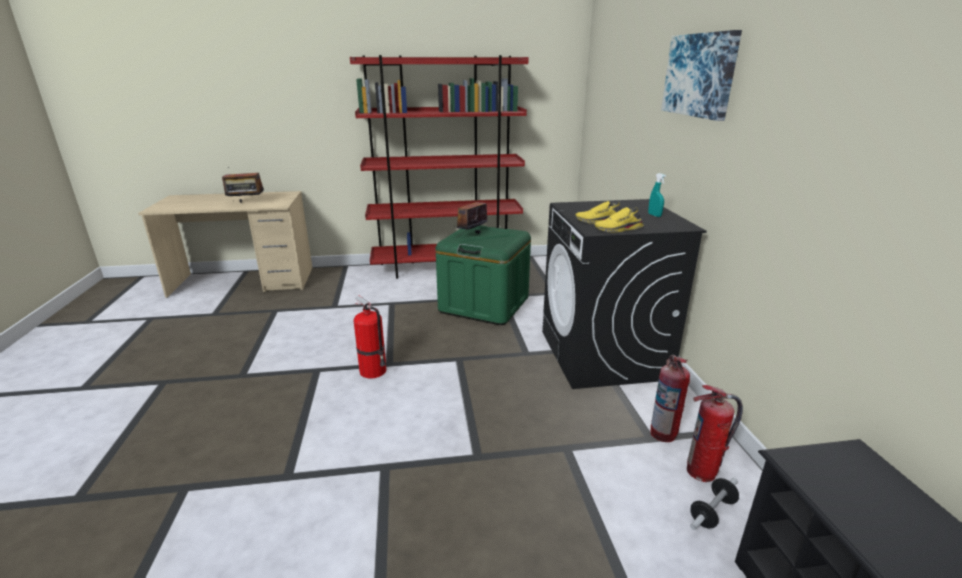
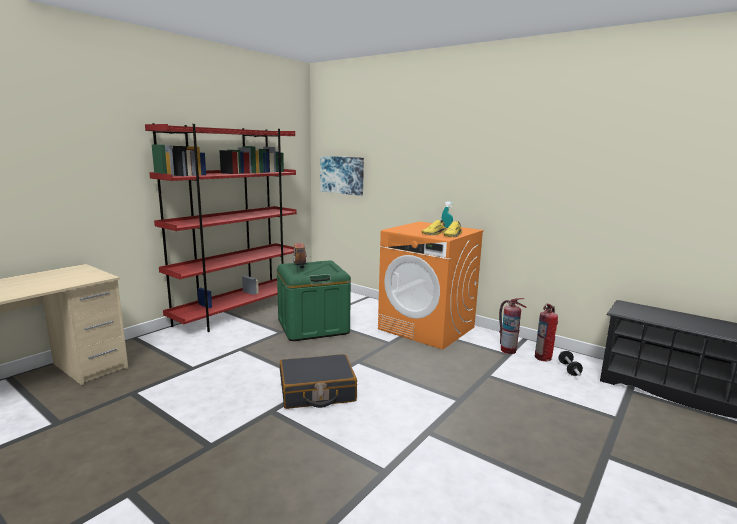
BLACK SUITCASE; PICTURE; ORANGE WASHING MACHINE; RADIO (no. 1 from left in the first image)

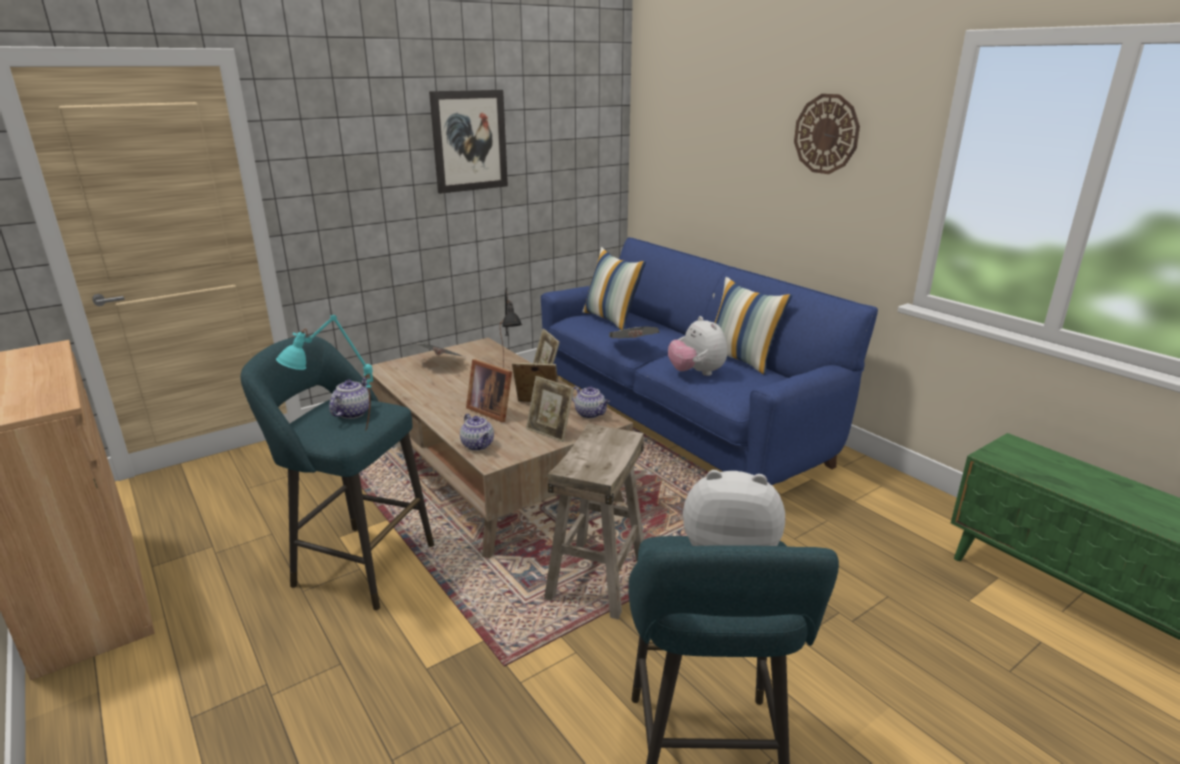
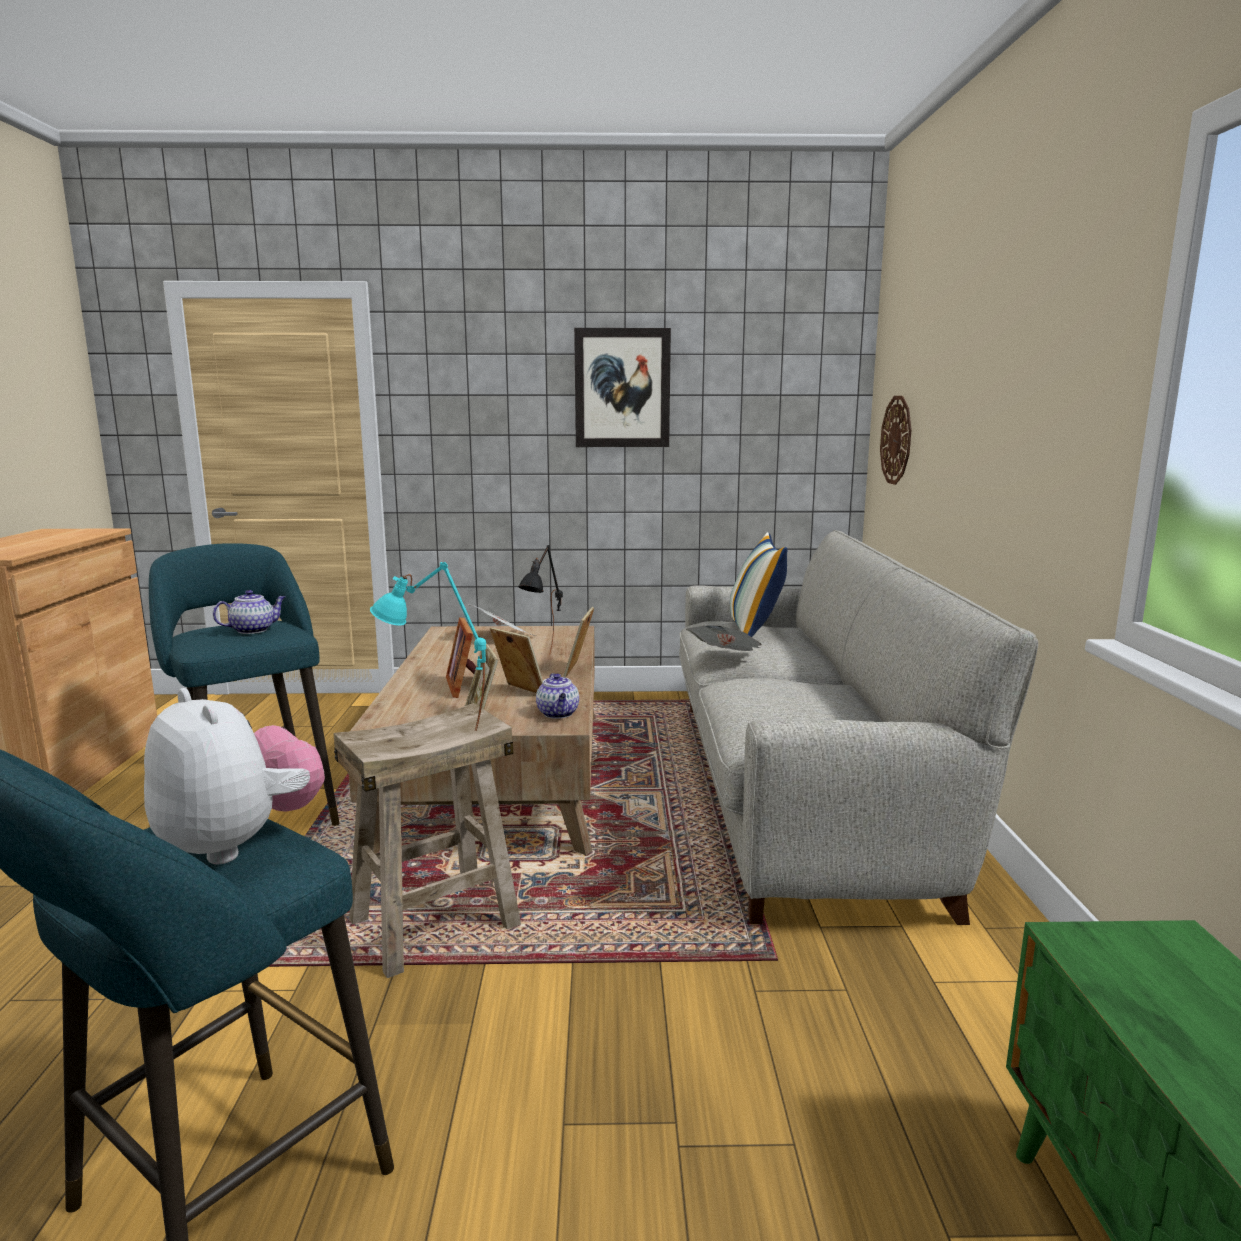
TURQUOISE TABLE LAMP; GREY SOFA; WALL CLOCK; TEAPOT (no. 2 from left in the first image); PLUSH TOY (no. 1 from left in the first image); PILLOW (no. 2 from left in the first image)

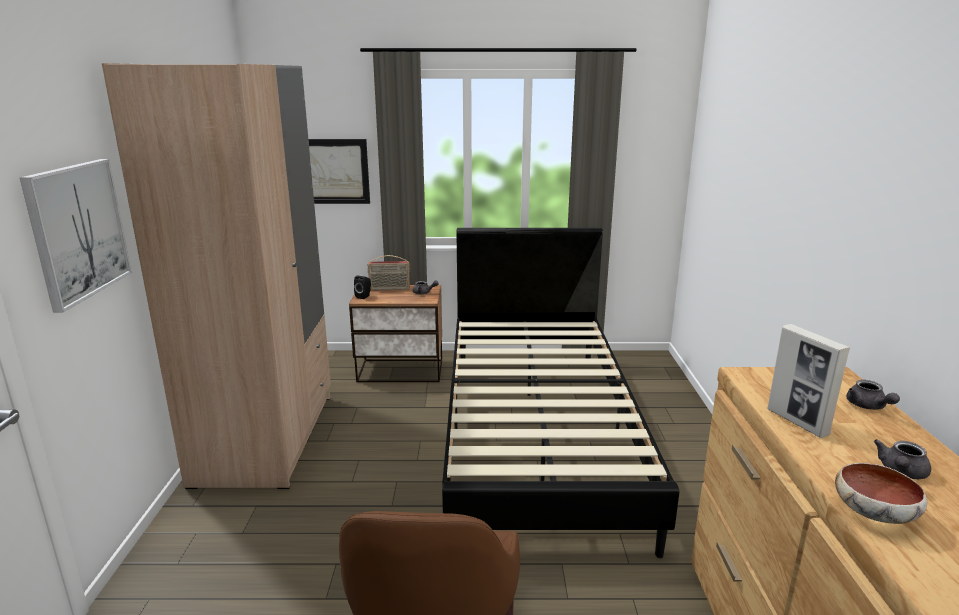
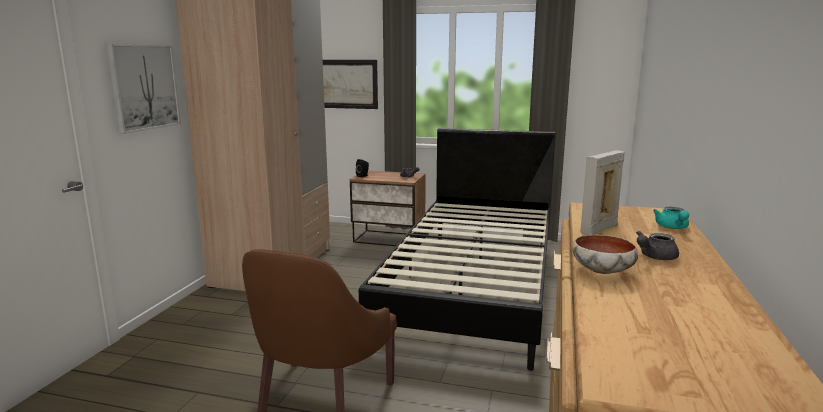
PICTURE FRAME; TURQUOISE TEAPOT; RADIO

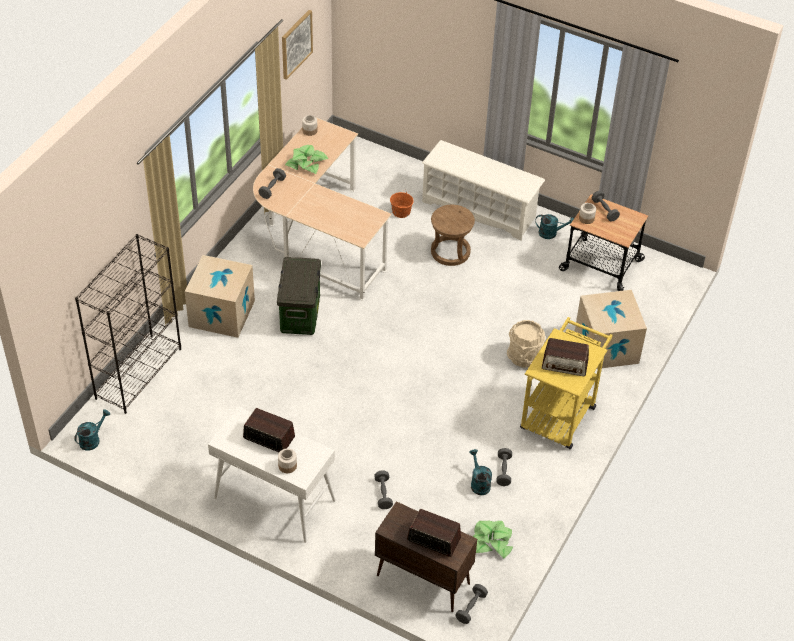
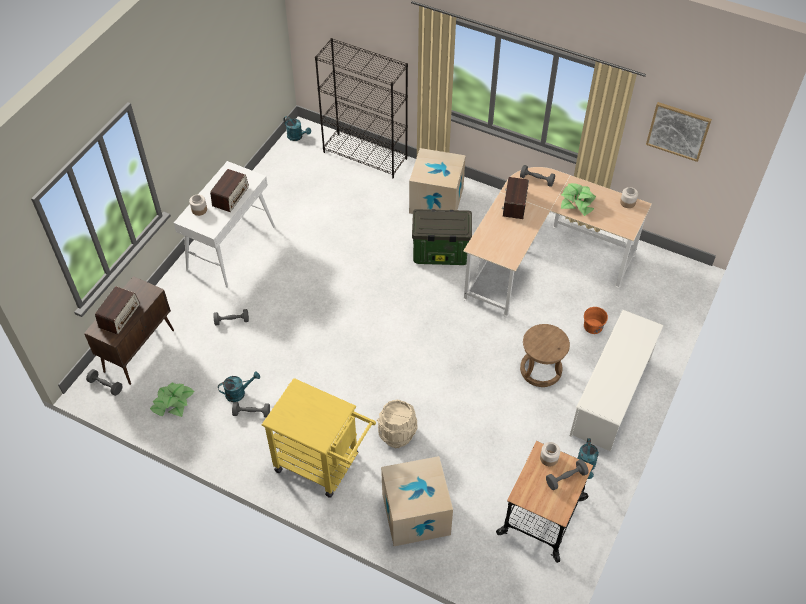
RADIO (no. 3 from left)

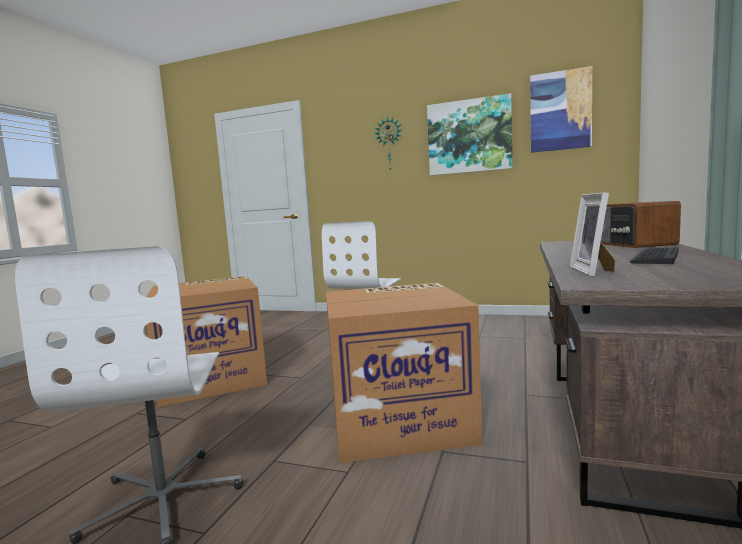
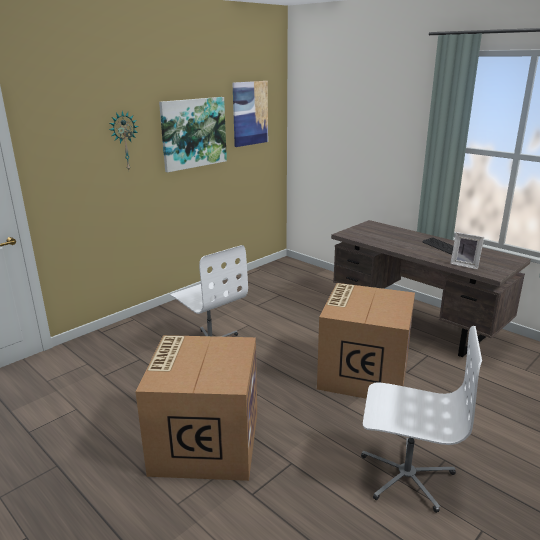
RADIO

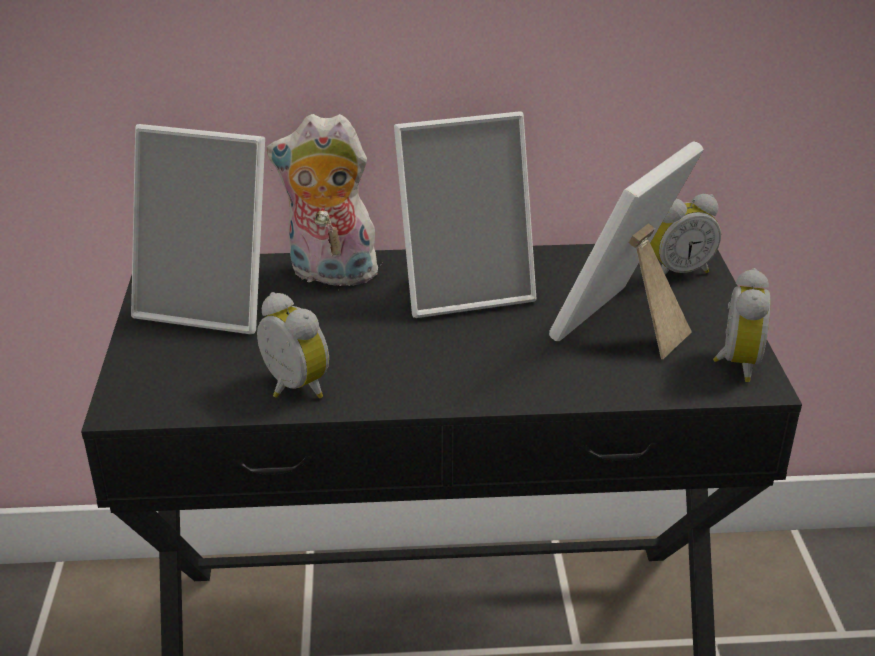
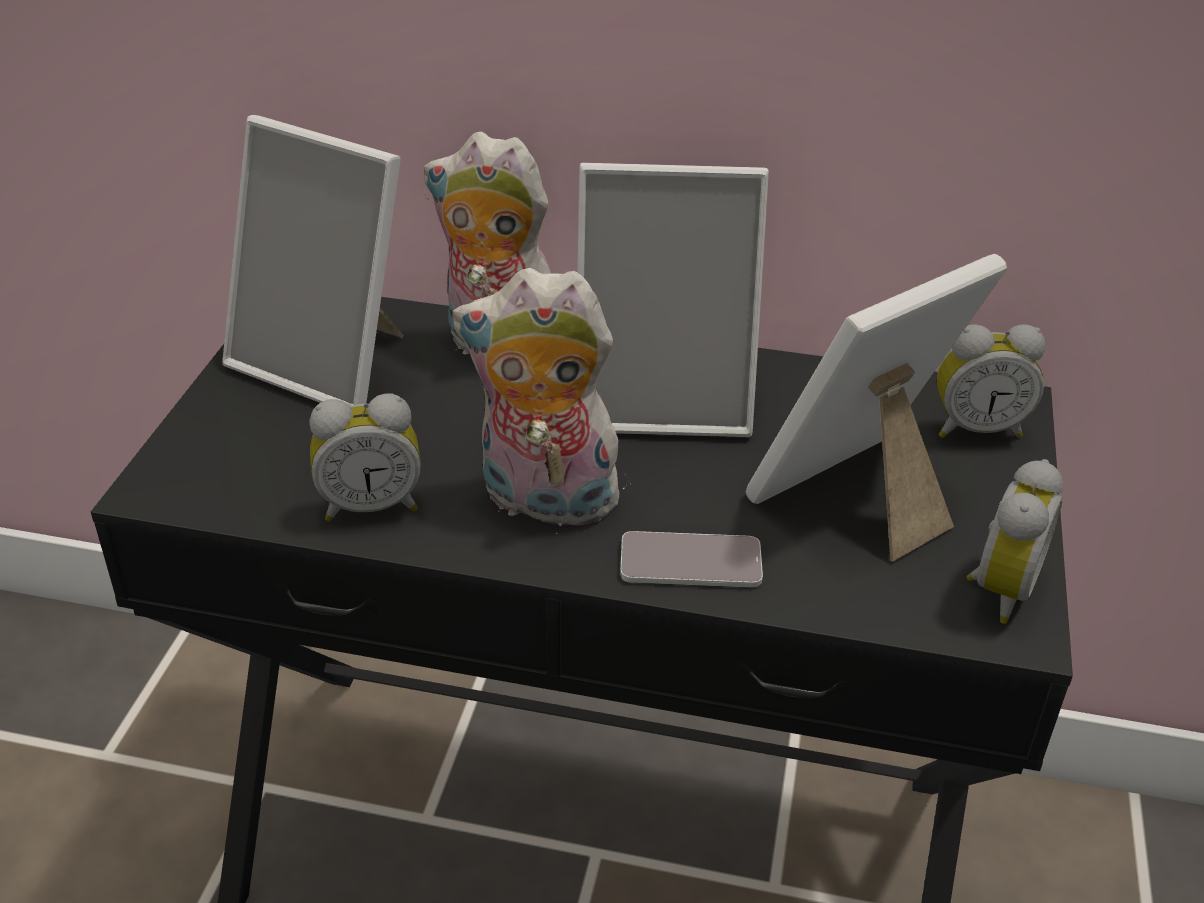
ALARM CLOCK (no. 1 from left); PLUSH TOY (no. 2 from left); PHONE

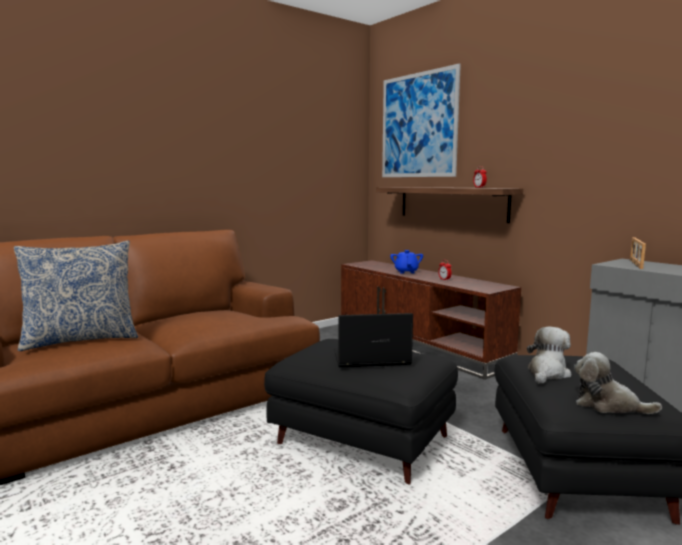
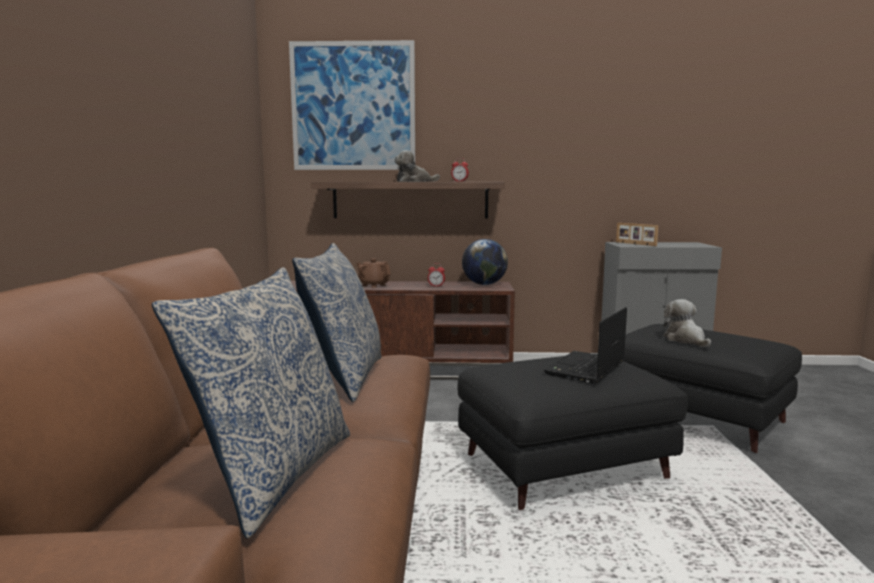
PILLOW (no. 2 from left); BROWN TEAPOT; PLUSH TOY (no. 1 from left); GLOBE

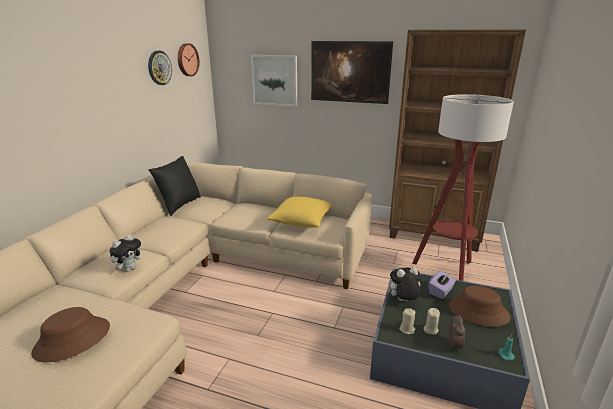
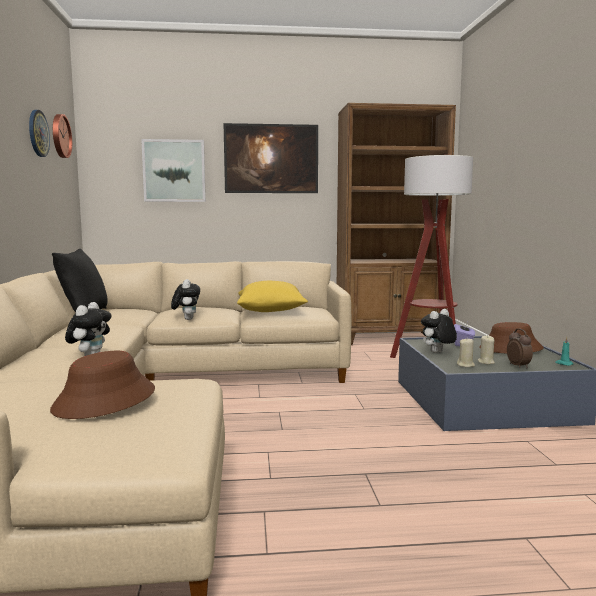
PLUSH TOY (no. 2 from left)

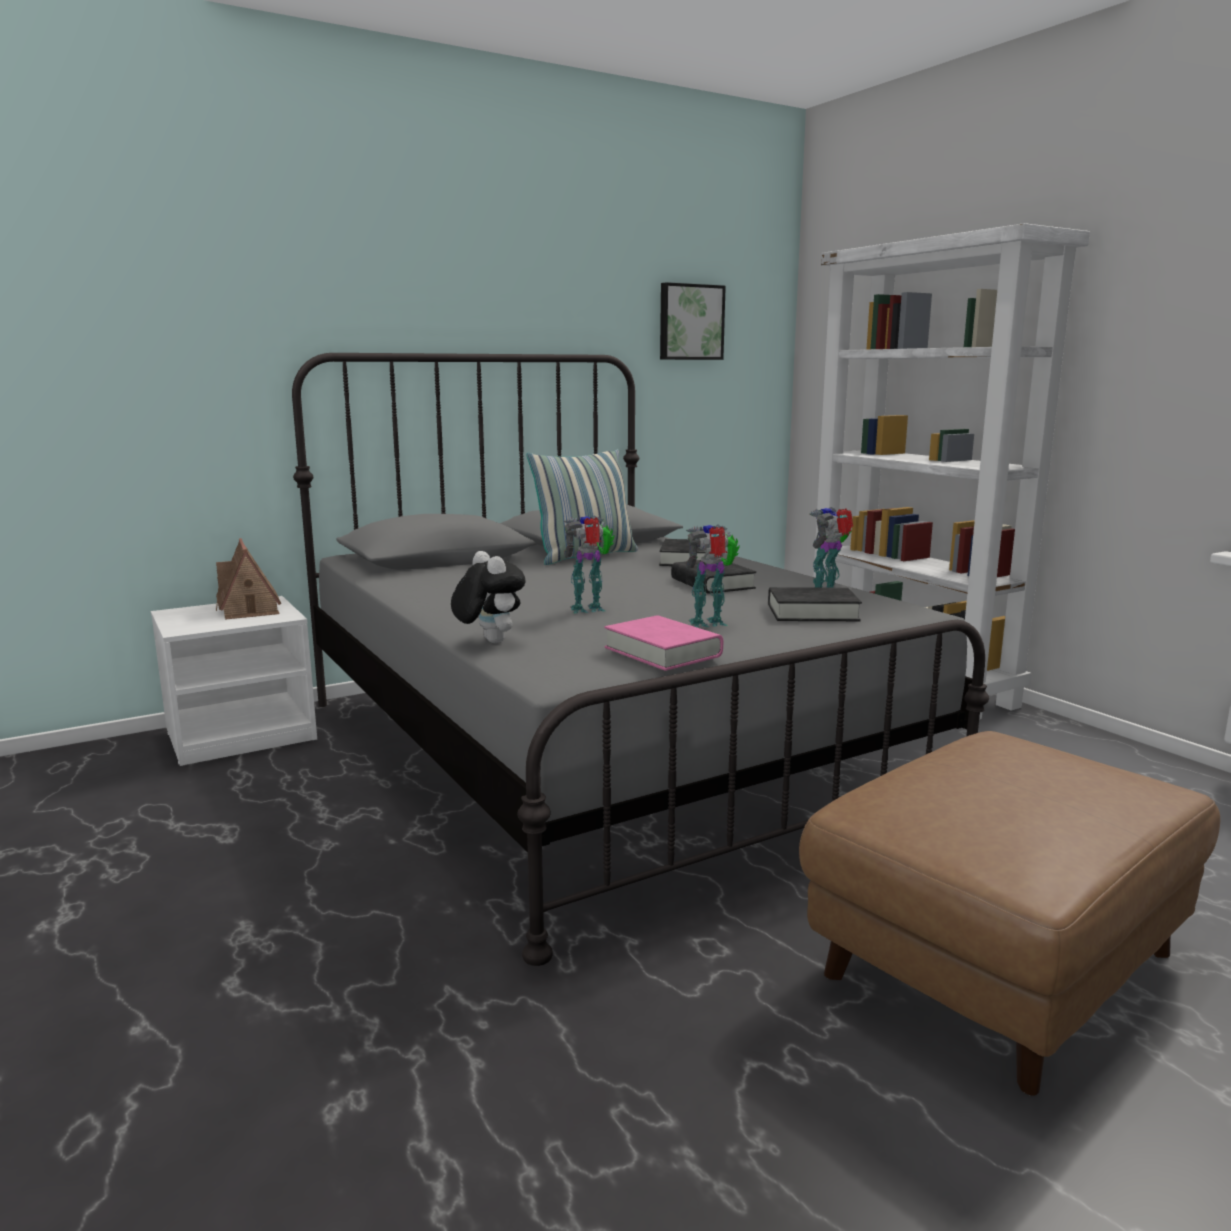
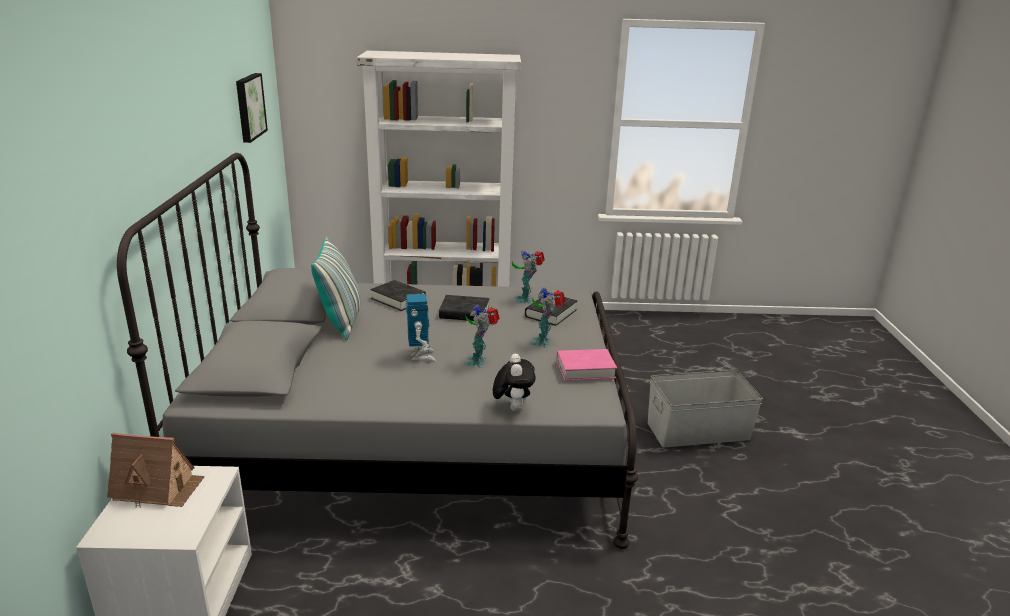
TOY ROBOT (no. 1 from left); PLUSH TOY; GREY STORAGE BOX

